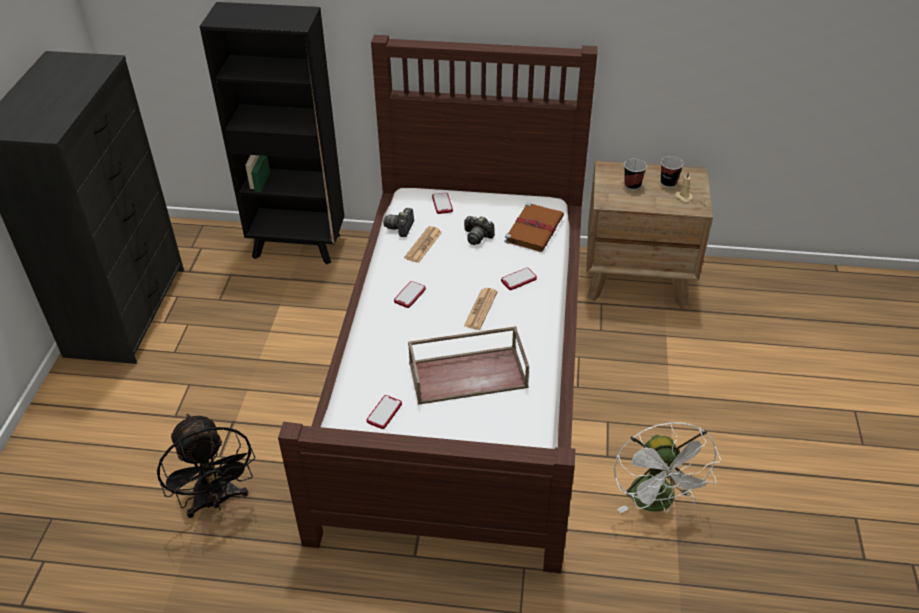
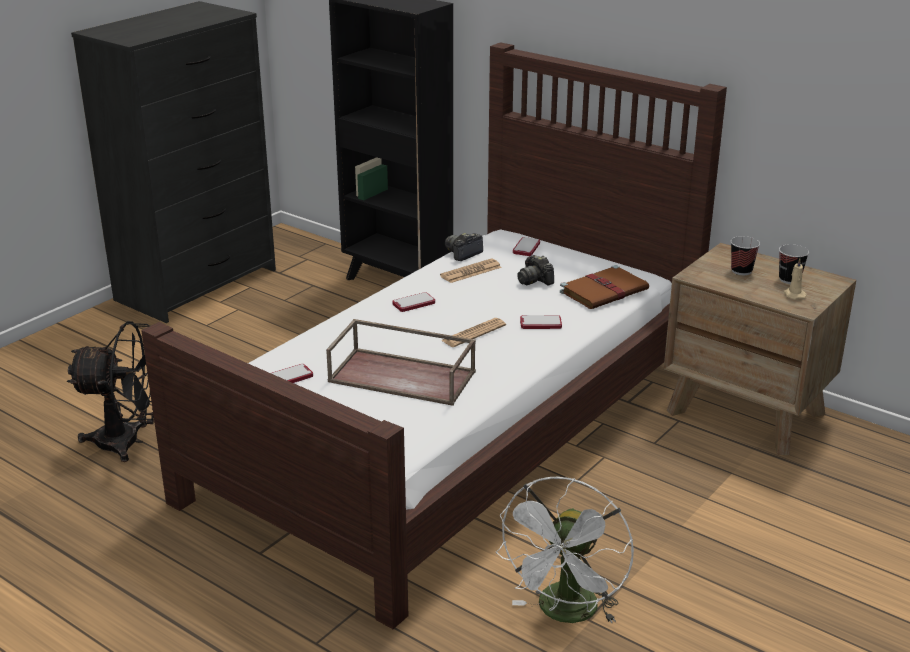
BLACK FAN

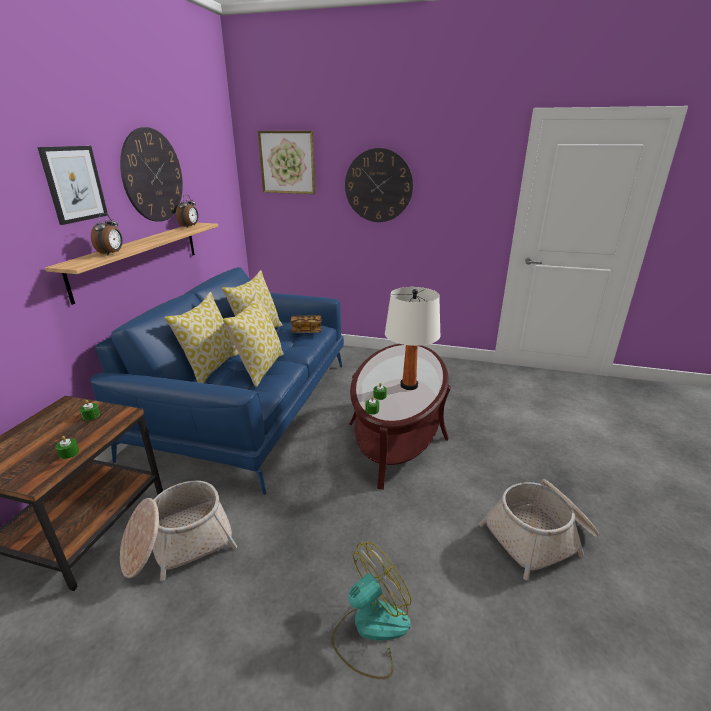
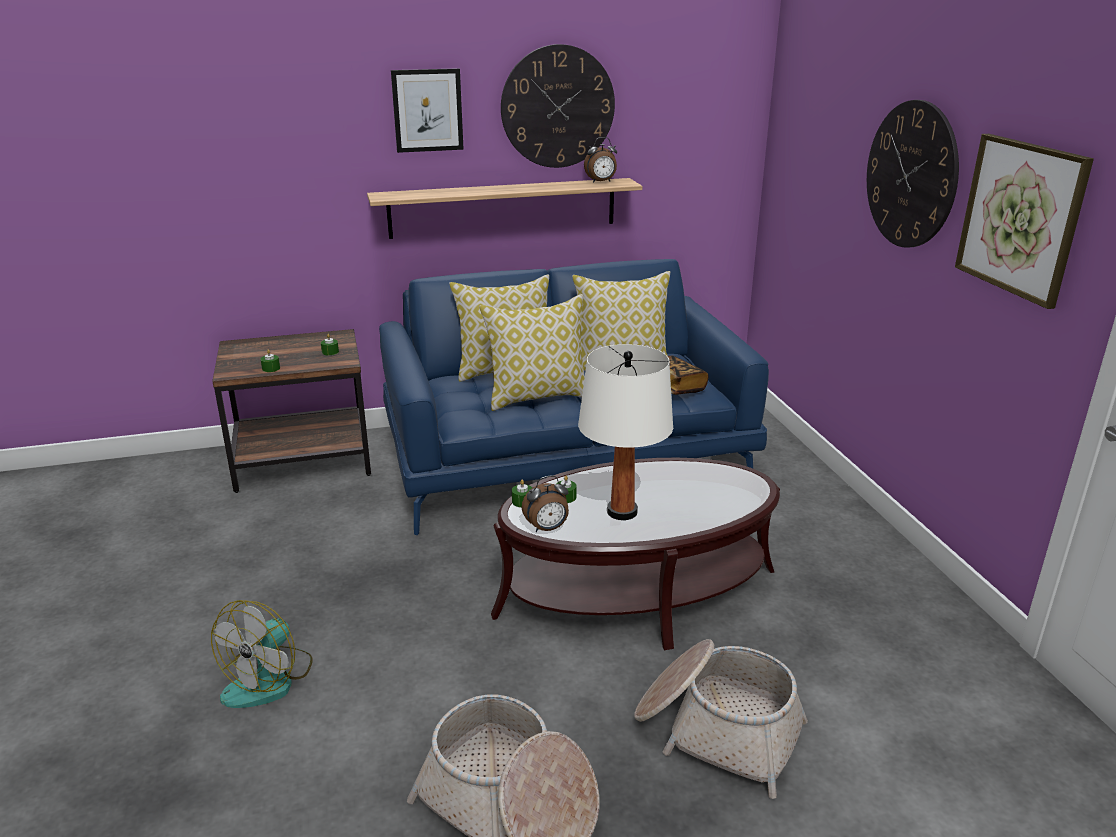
FAN; ALARM CLOCK (no. 1 from left); BASKET (no. 2 from left); PICTURE (no. 2 from left)

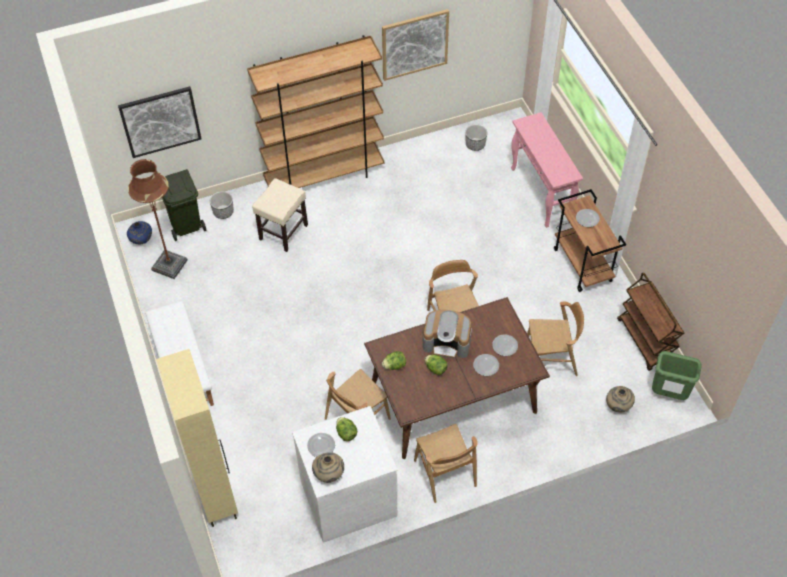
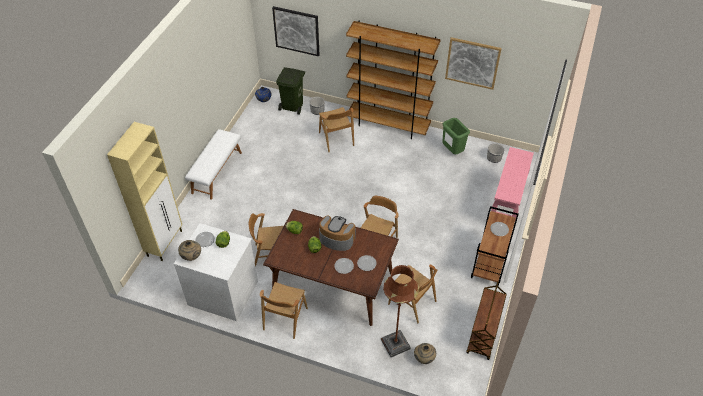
BROWN CHAIR (no. 3 from left); COFFEE MACHINE; BROWN FLOOR LAMP; GREEN TRASH CAN (no. 2 from left)

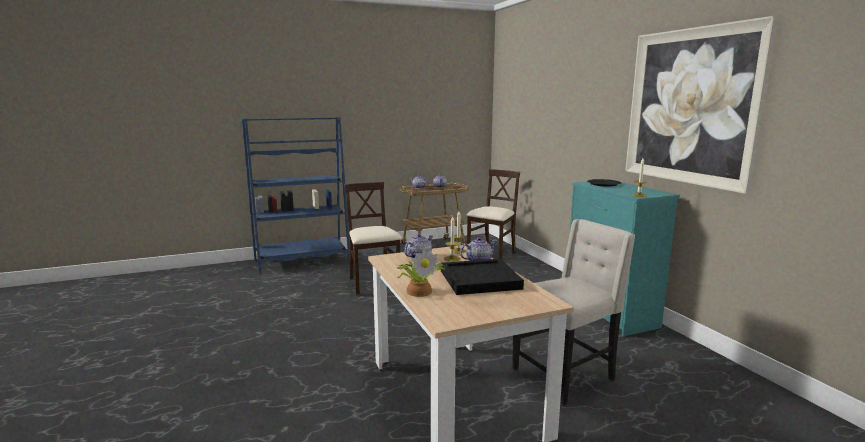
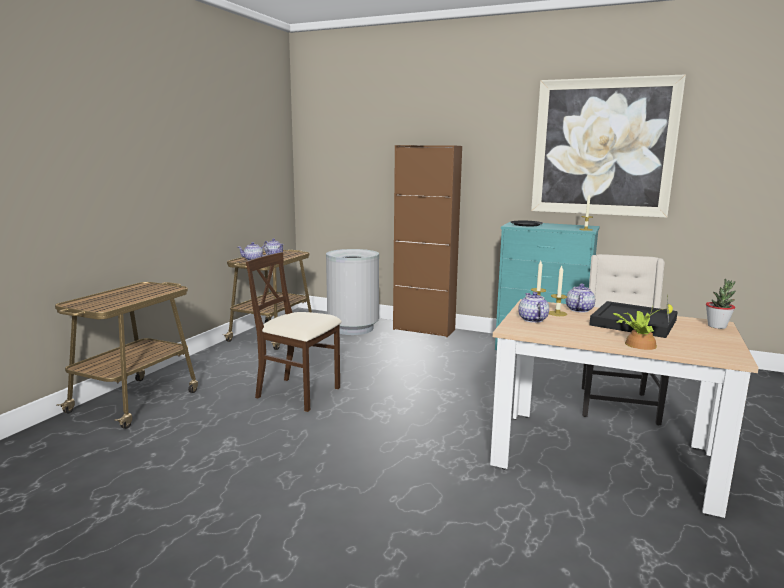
CART (no. 1 from left); GREY TRASH CAN; BROWN CABINET; POTTED PLANT (no. 2 from left)

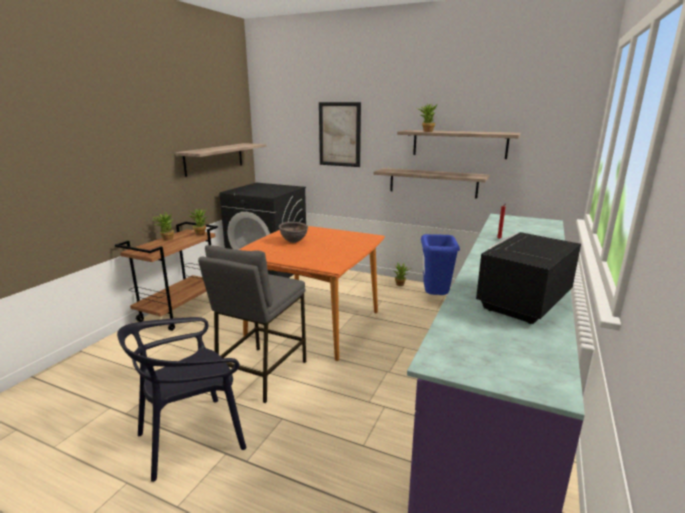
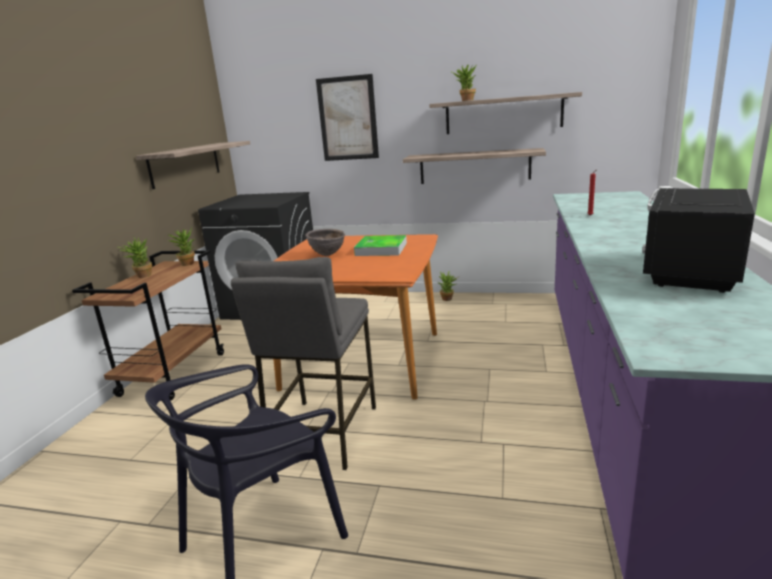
TRAY; BLUE TRASH CAN

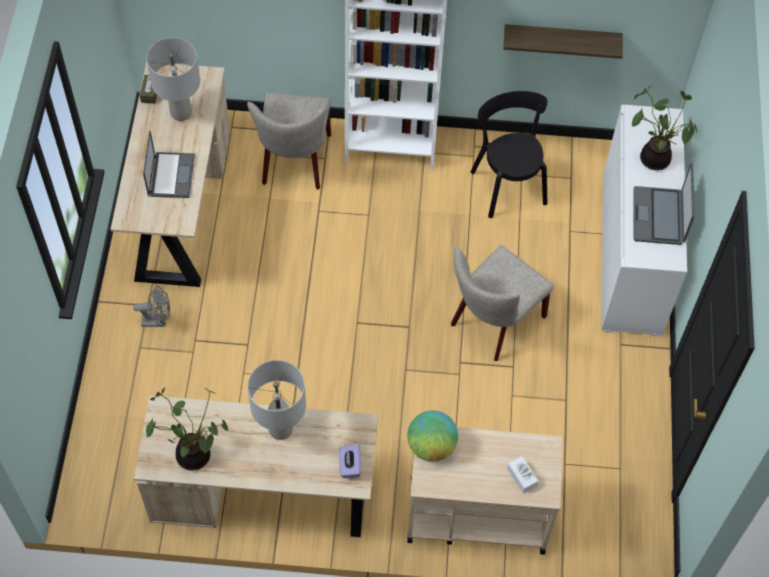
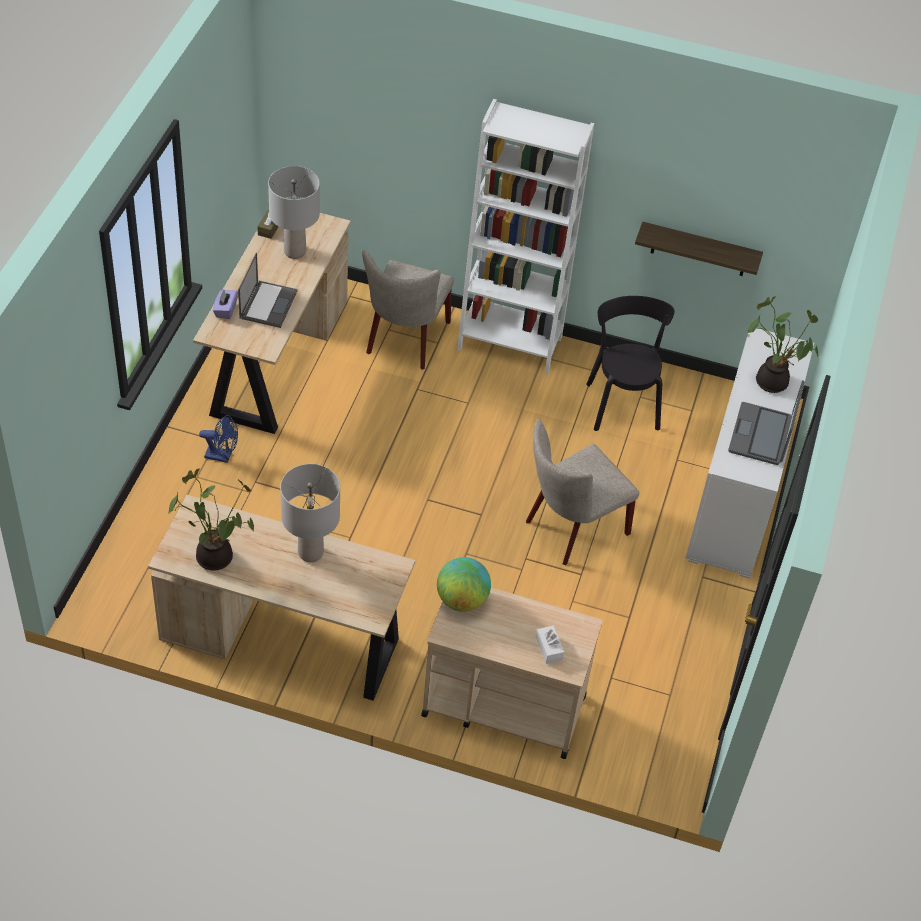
BLUE FAN; PURPLE TISSUE BOX

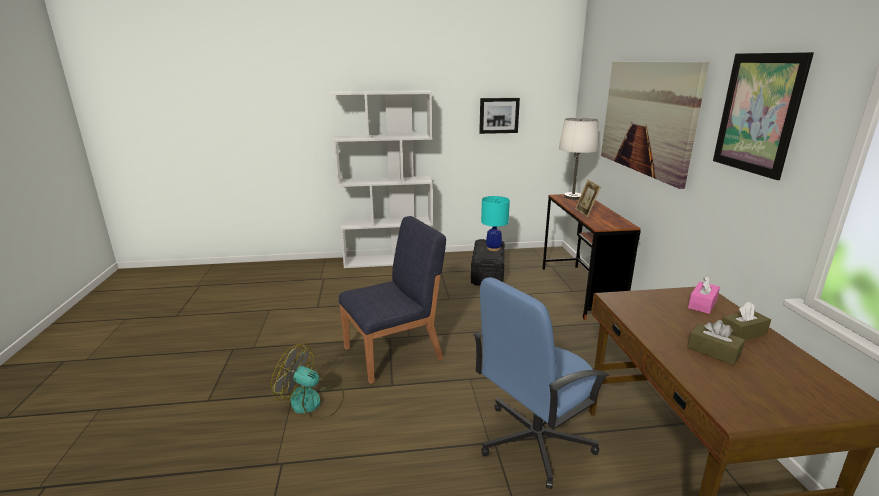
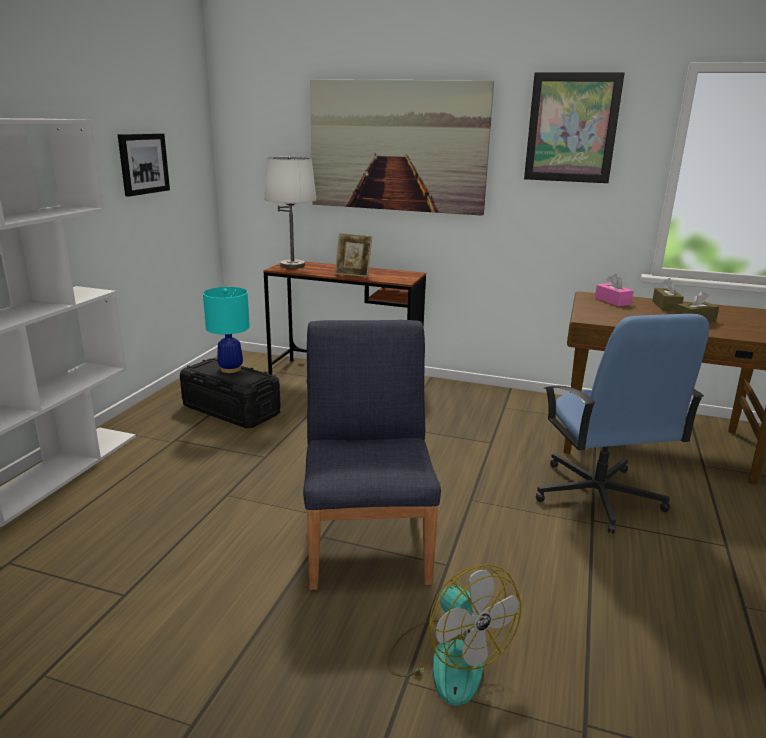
FAN

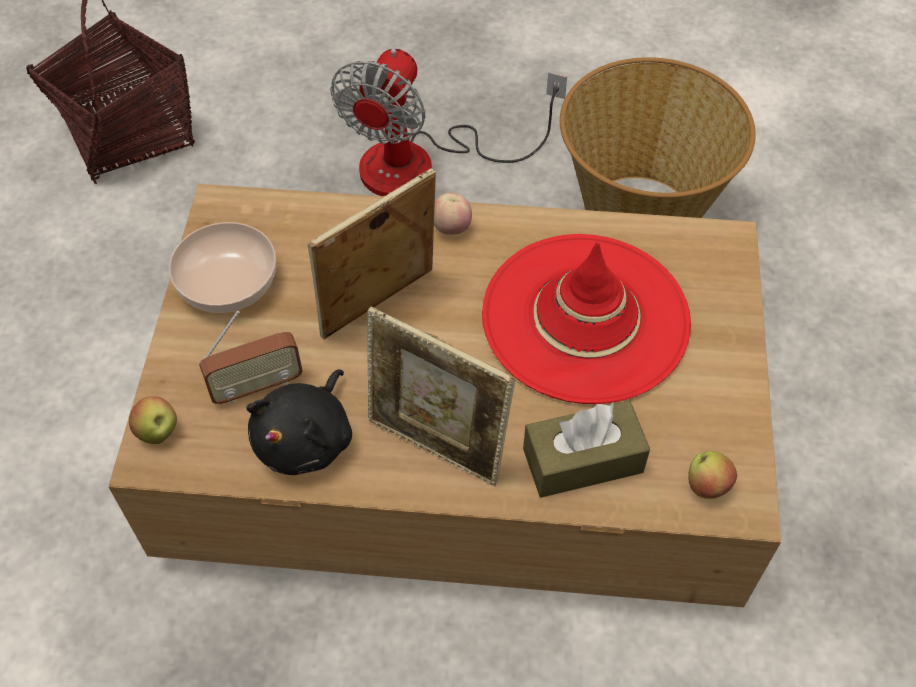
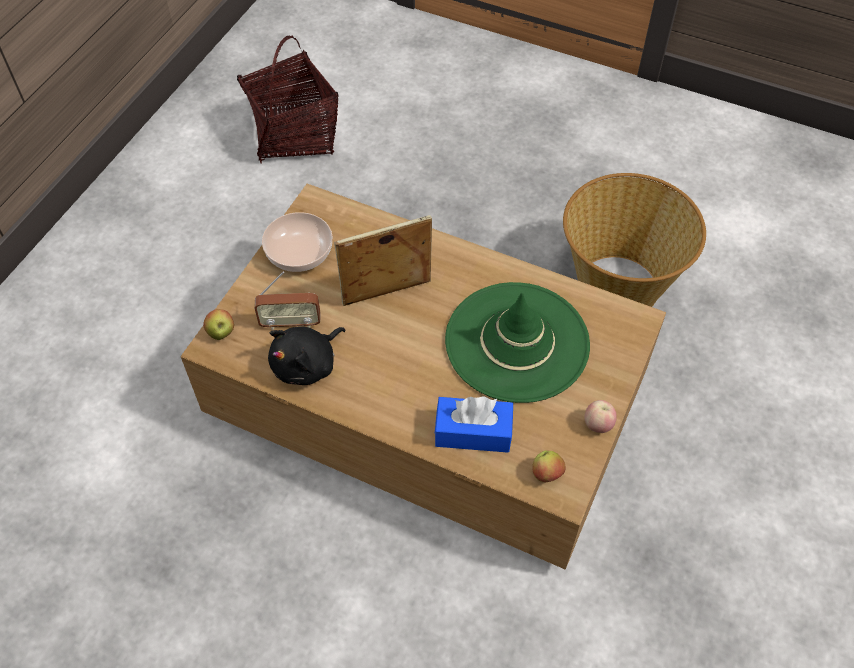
BLUE TISSUE BOX; GREEN HAT; APPLE (no. 3 from left); FAN; PICTURE FRAME (no. 2 from left in the first image)

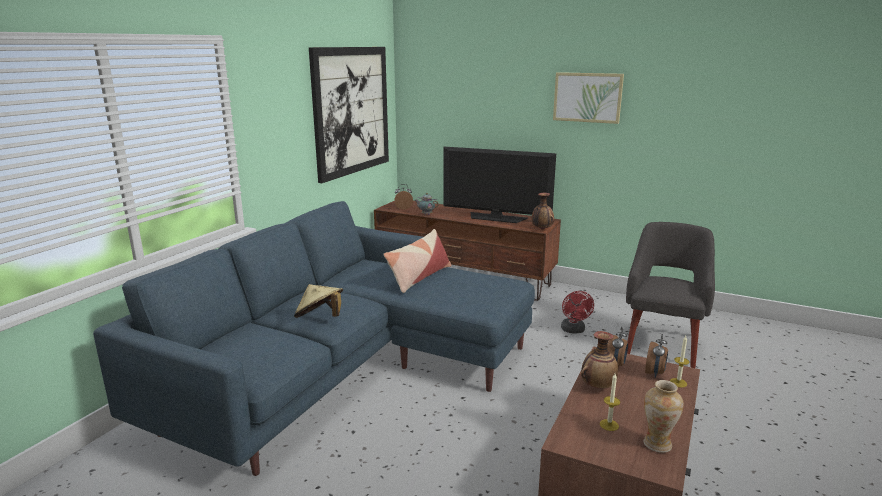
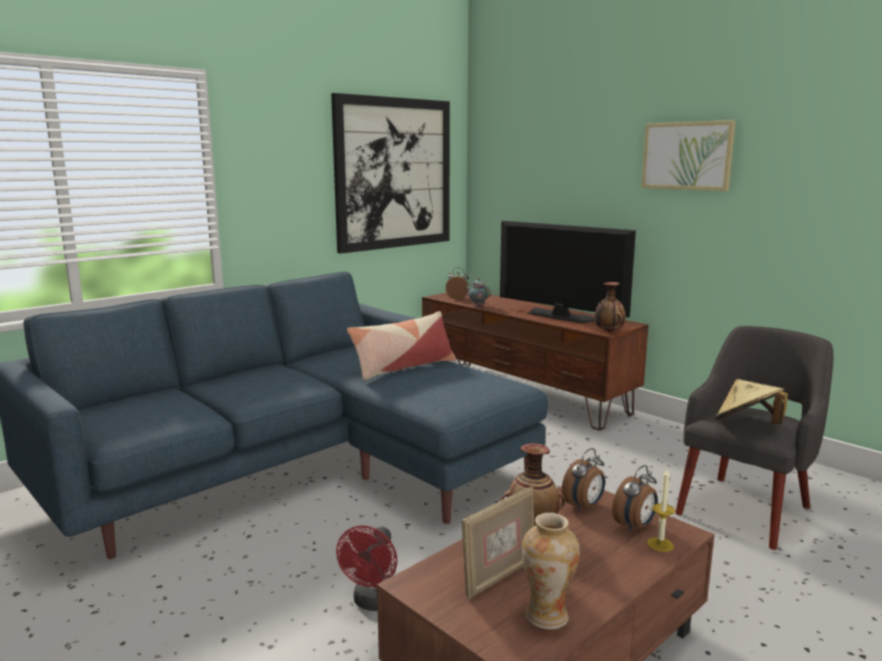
RED FAN; PICTURE FRAME; BEIGE HAT

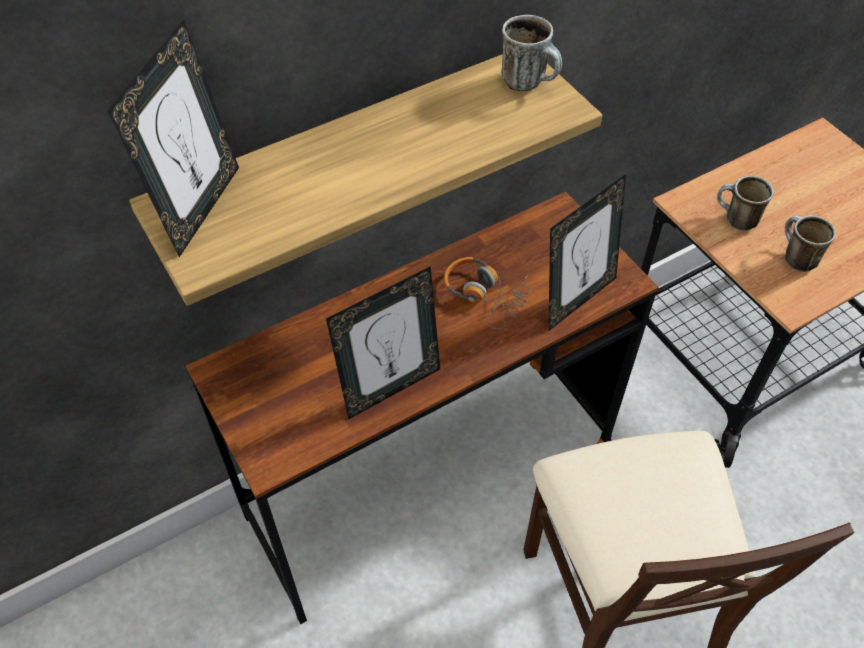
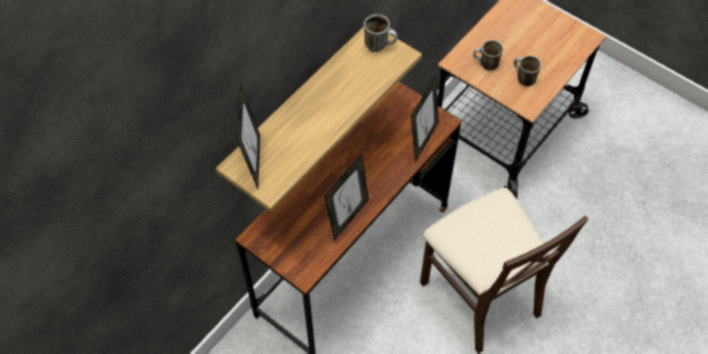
HEADPHONES

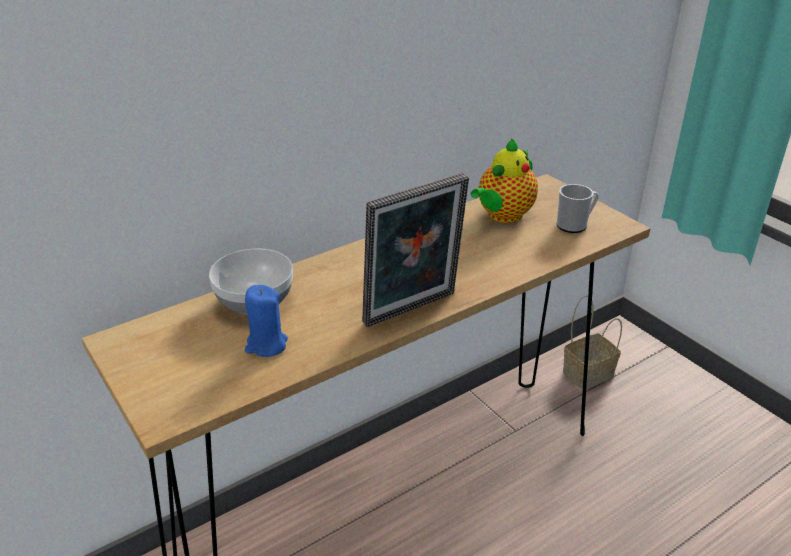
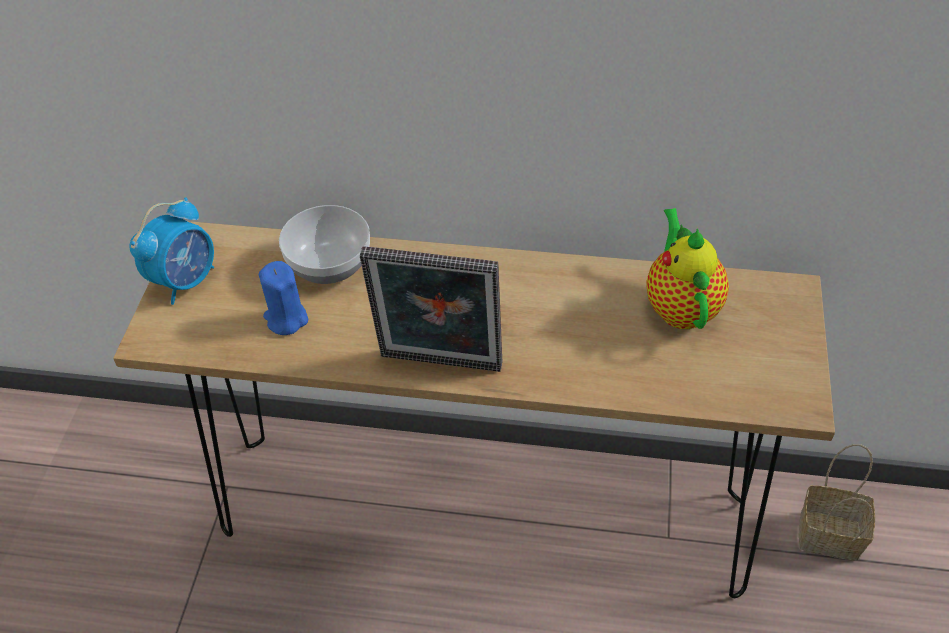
ALARM CLOCK; TEAPOT; MUG

